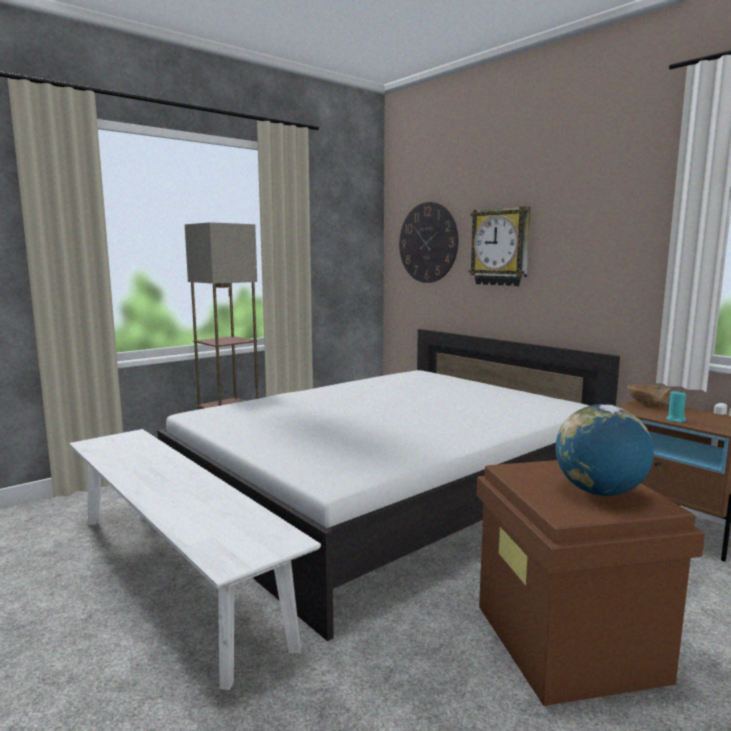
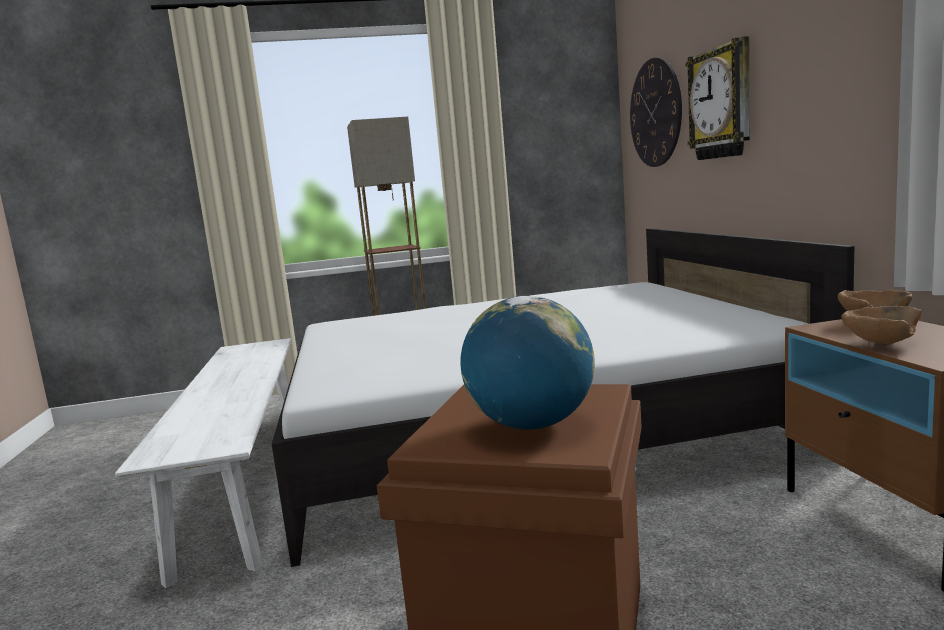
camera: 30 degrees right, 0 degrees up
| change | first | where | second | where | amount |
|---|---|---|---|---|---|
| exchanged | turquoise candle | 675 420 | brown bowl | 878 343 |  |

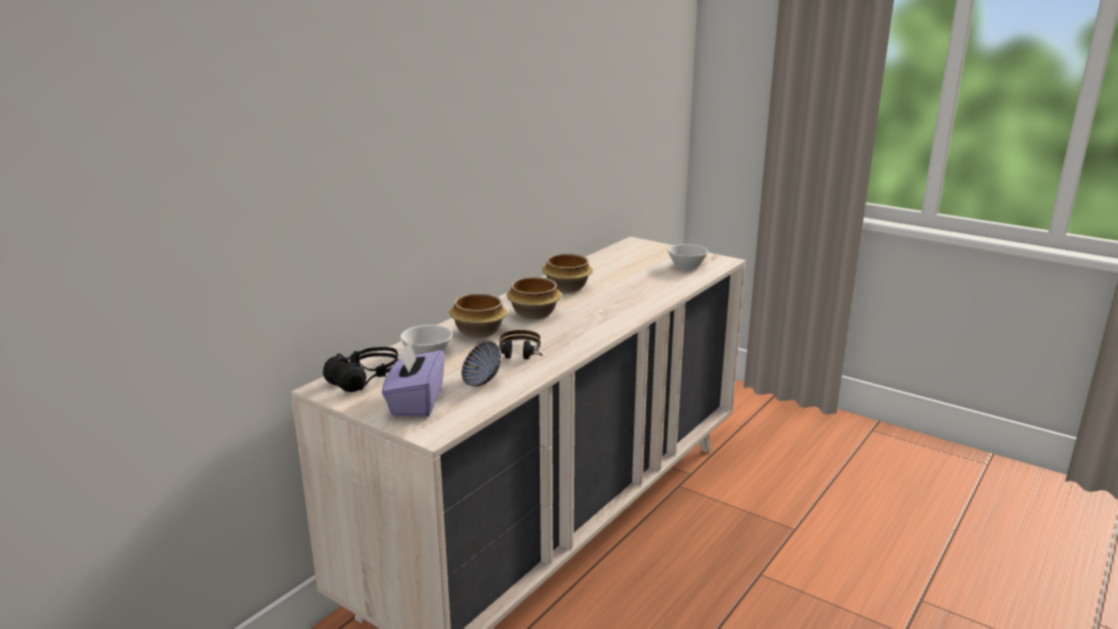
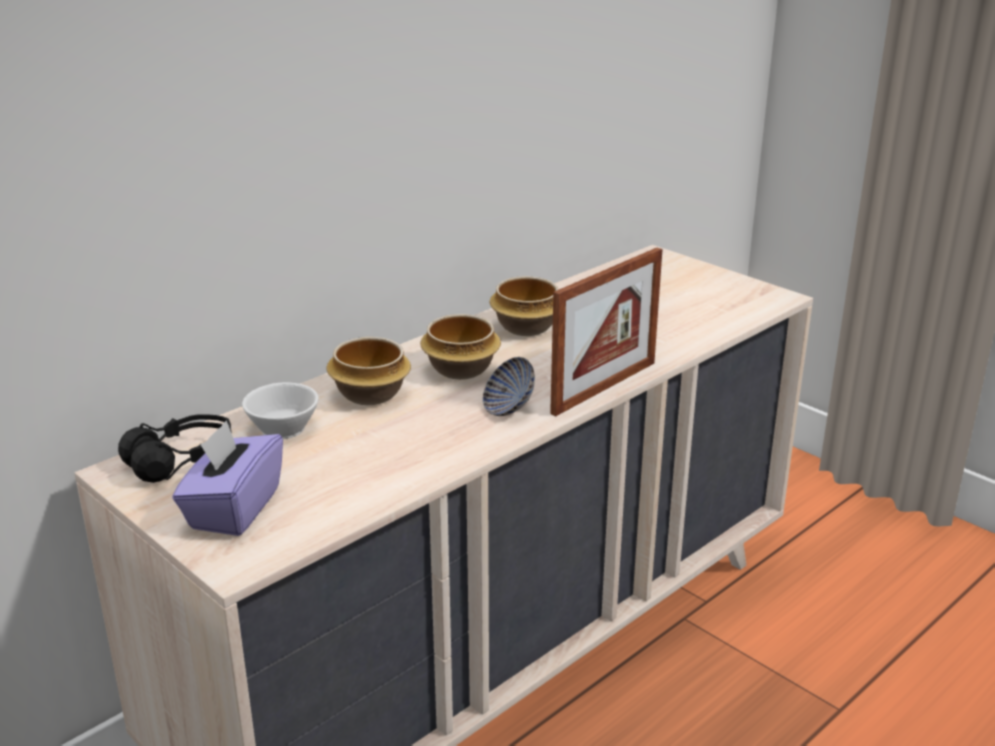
camera: 10 degrees right, 5 degrees up
| change | first | where | second | where | amount |
|---|---|---|---|---|---|
| relocated | bowl | 482 381 |  | 508 408 |  |
| appeared |  |  | picture frame | 604 387 |  |
| missing | headphones | 521 357 |  |  |  |
| missing | white cup | 686 265 |  |  |  |

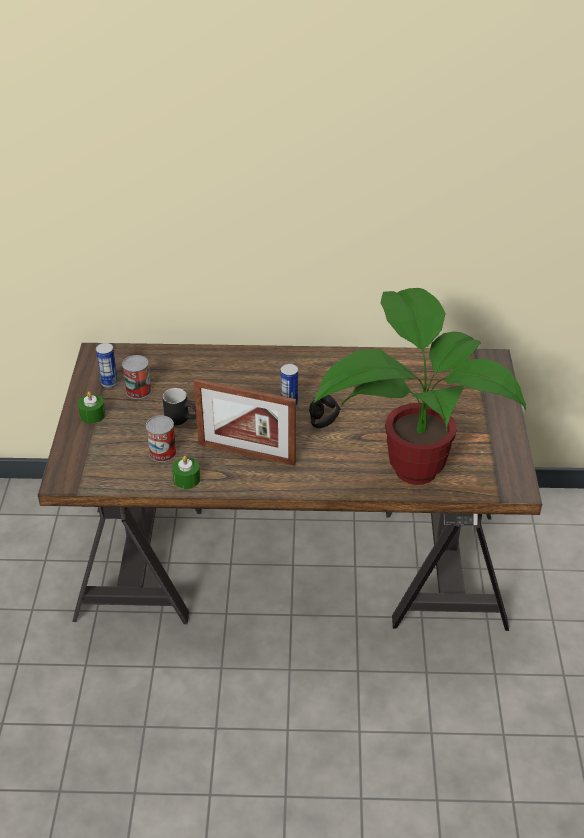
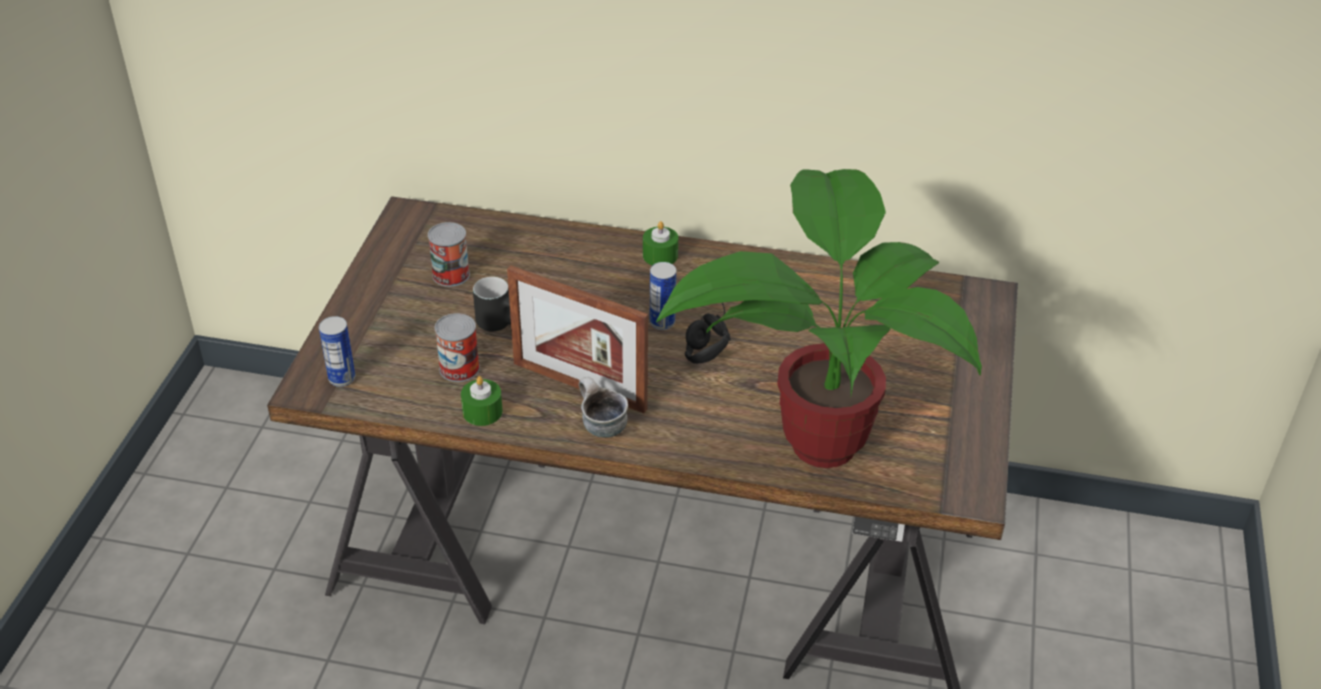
camera: 10 degrees right, 0 degrees up
| change | first | where | second | where | amount |
|---|---|---|---|---|---|
| relocated | can | 109 382 |  | 342 378 |  |
| appeared |  |  | mug | 599 425 |  |
| relocated | green candle | 92 415 |  | 660 255 |  |

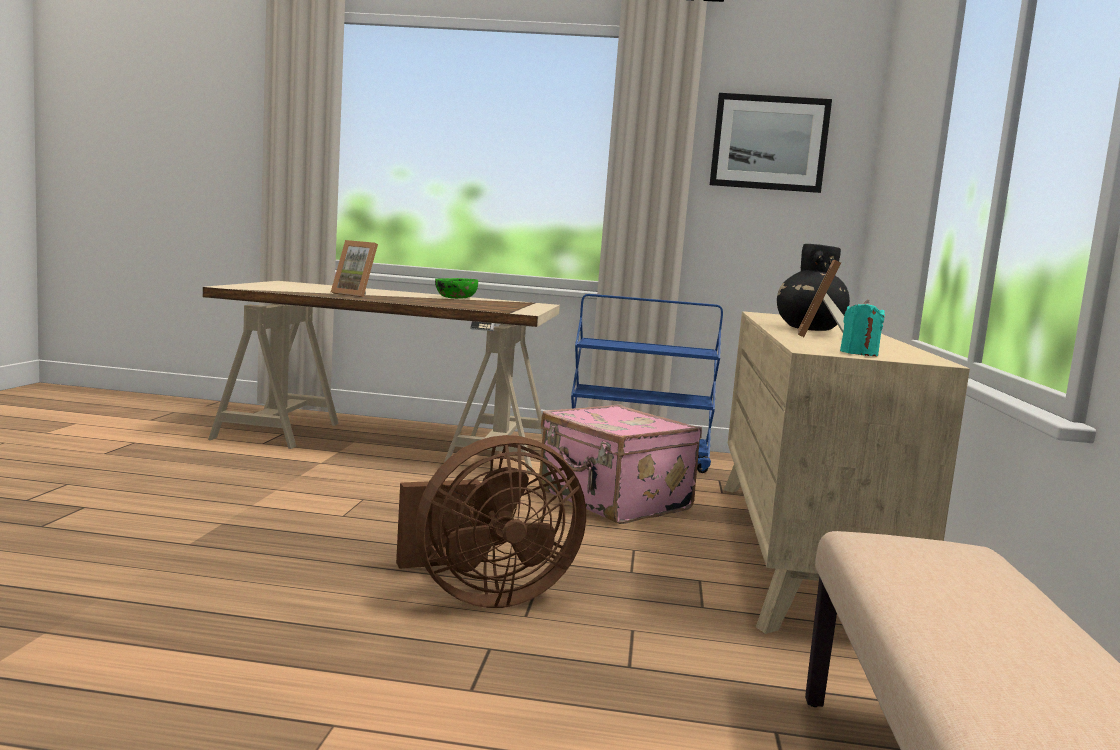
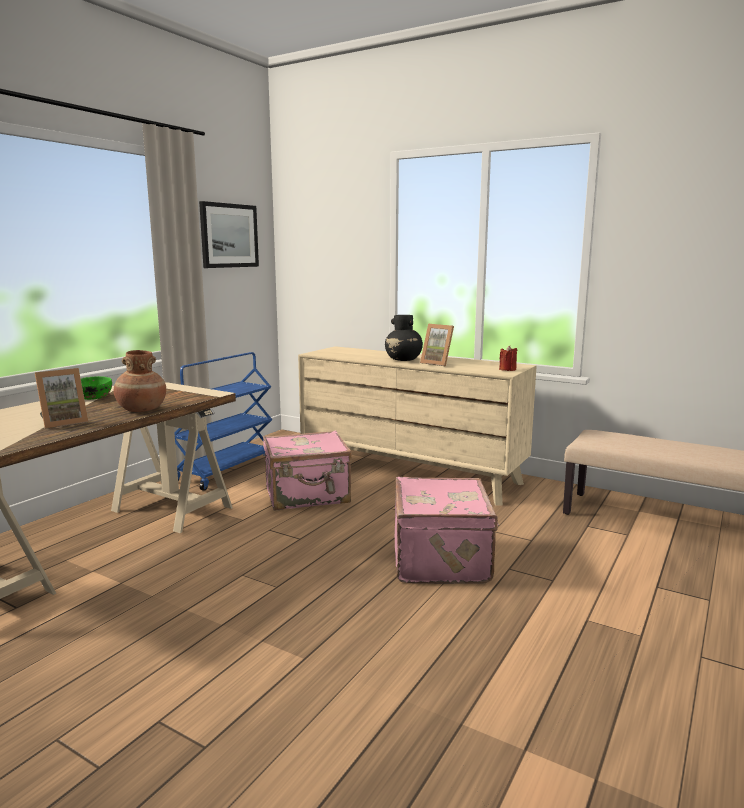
camera: 65 degrees left, 5 degrees up
| change | first | where | second | where | amount |
|---|---|---|---|---|---|
| appeared |  |  | brown vase | 141 409 |  |
| exchanged | brown fan | 484 596 | pink suitcase | 442 559 |  |
| colour | turquoise candle | 859 354 | red candle | 507 369 |  |

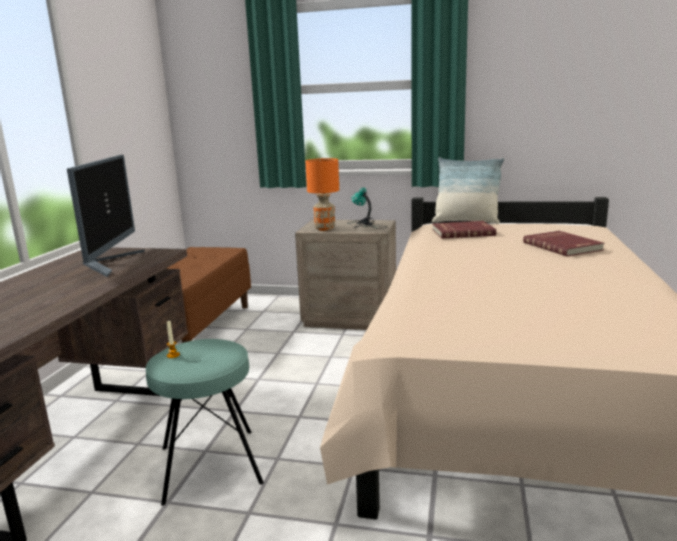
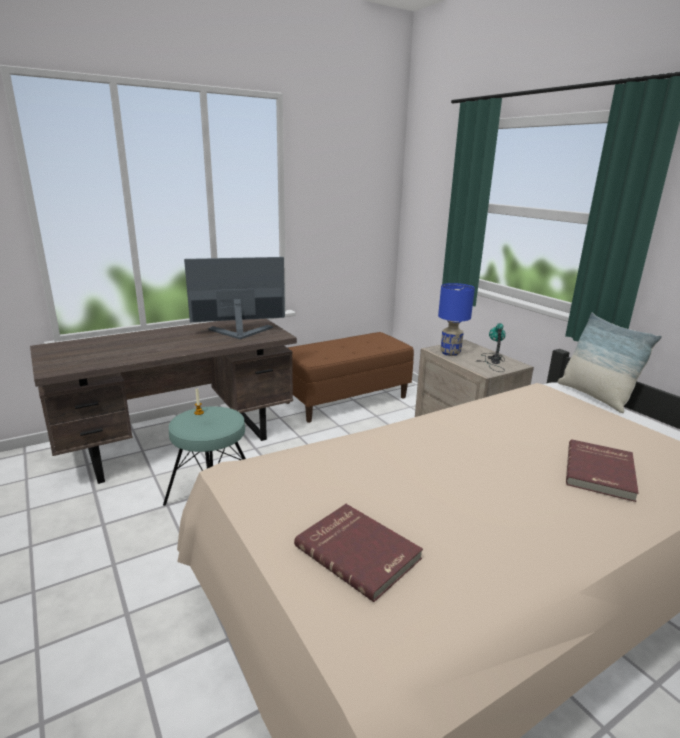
camera: 45 degrees right, 5 degrees up
| change | first | where | second | where | amount |
|---|---|---|---|---|---|
| spun | monitor | 110 263 |  | 239 333 | 150 degrees counterclockwise |
| relocated | red book | 462 232 |  | 359 551 |  |
| colour | orange table lamp | 325 229 | blue table lamp | 450 353 |  |

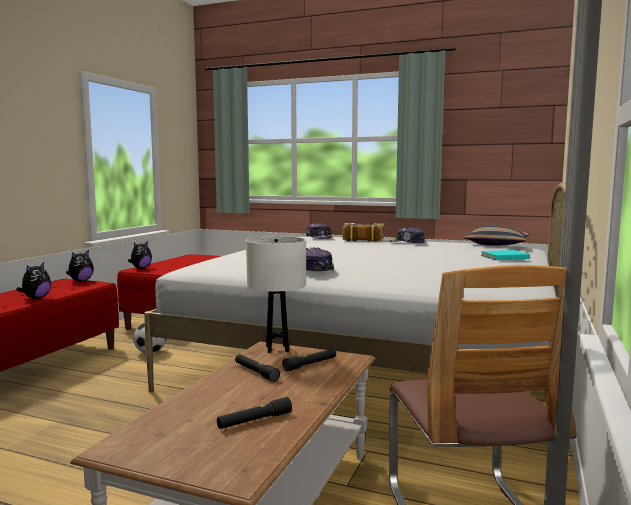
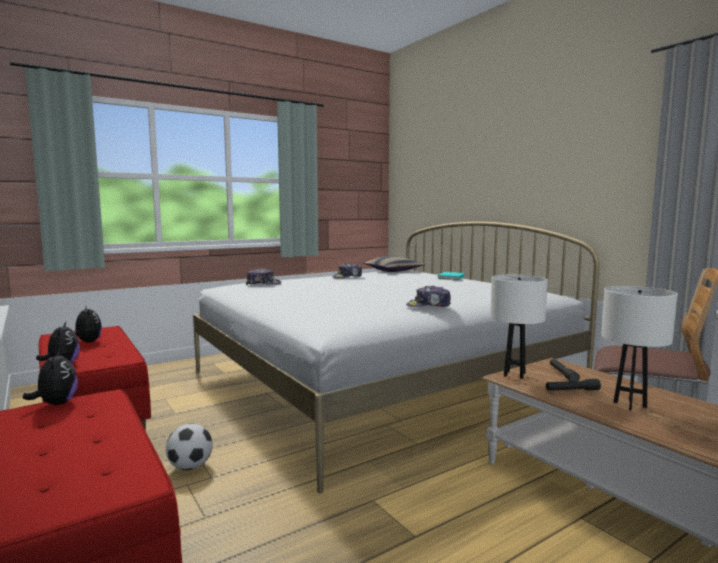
camera: 55 degrees left, 0 degrees up
| change | first | where | second | where | amount |
|---|---|---|---|---|---|
| relocated | plush toy | 36 298 |  | 87 342 |  |
| appeared |  |  | white table lamp | 629 404 |  |
| missing | black flashlight | 254 421 |  |  |  |
| missing | book | 362 239 |  |  |  |

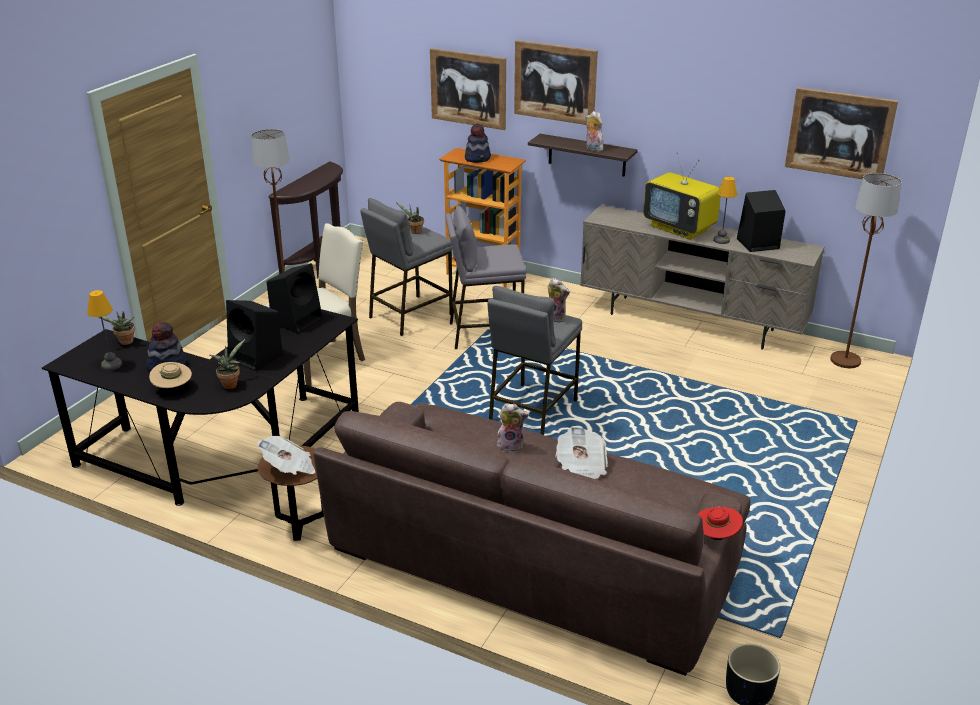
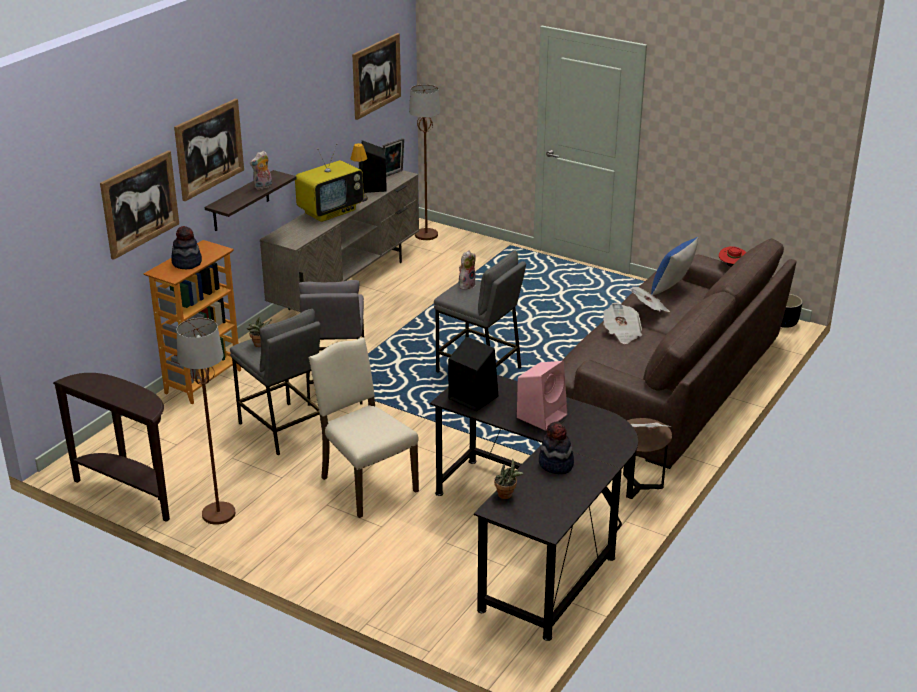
camera: 85 degrees left, 0 degrees up
| change | first | where | second | where | amount |
|---|---|---|---|---|---|
| appeared |  |  | picture frame | 393 174 |  |
| colour | black speaker | 257 357 | pink speaker | 542 415 |  |
| exchanged | plush toy | 511 445 | newspaper | 622 333 |  |
| appeared |  |  | blue pillow | 672 289 |  |
| missing | table lamp | 111 365 |  |  |  |
| missing | beige hat | 173 388 |  |  |  |
| missing | potted plant | 230 384 |  |  |  |

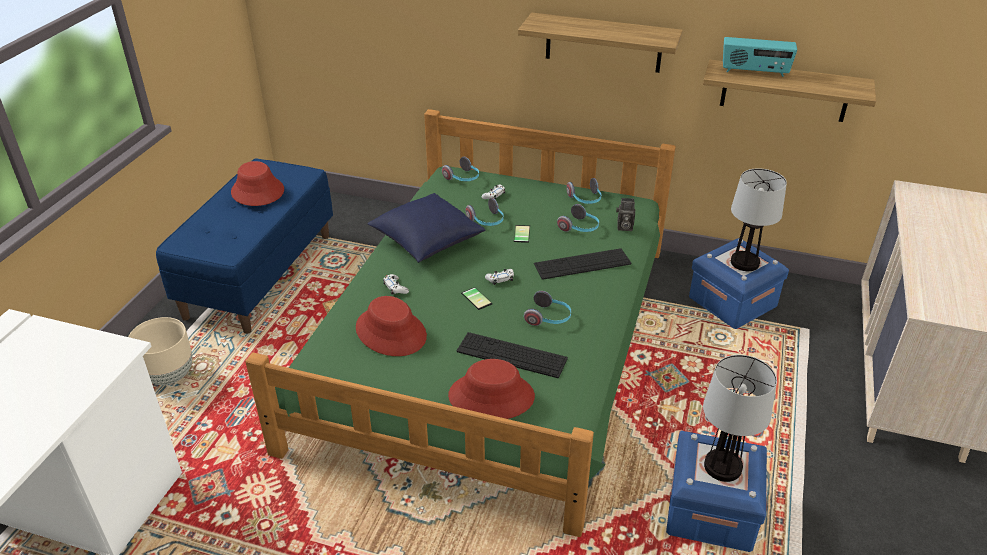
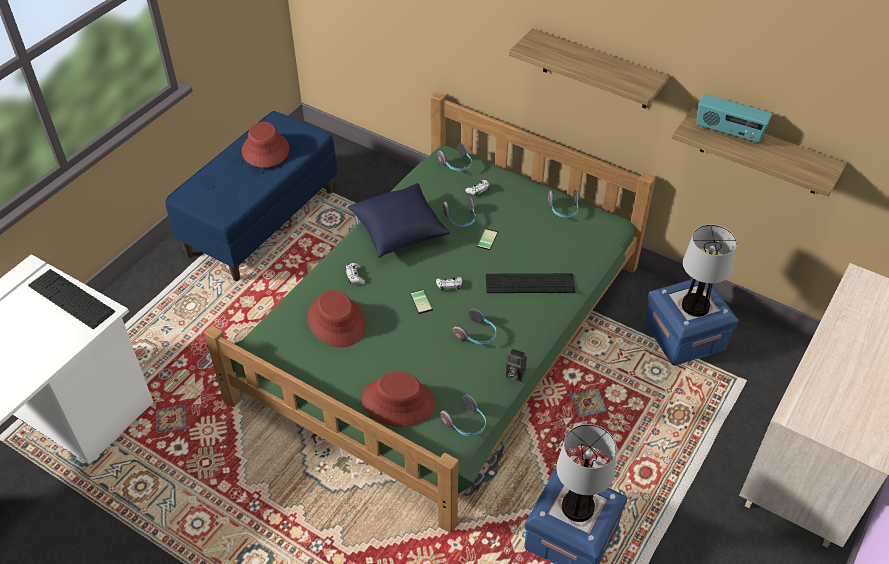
camera: 15 degrees right, 10 degrees up
| change | first | where | second | where | amount |
|---|---|---|---|---|---|
| relocated | keyboard | 511 355 |  | 71 298 |  |
| relocated | headphones | 580 228 |  | 466 423 |  |
| relocated | photo camera | 623 227 |  | 514 374 |  |
| missing | beige planter | 168 375 |  |  |  |

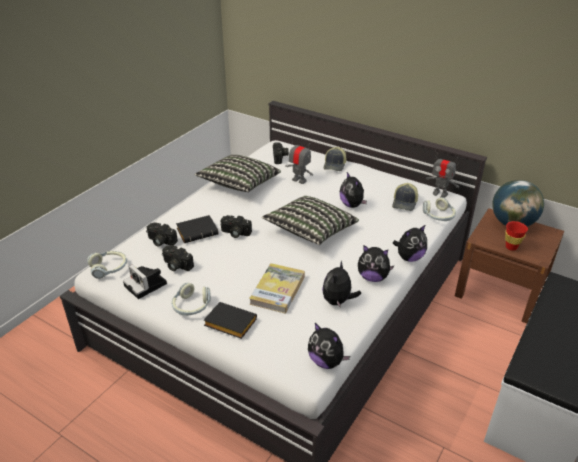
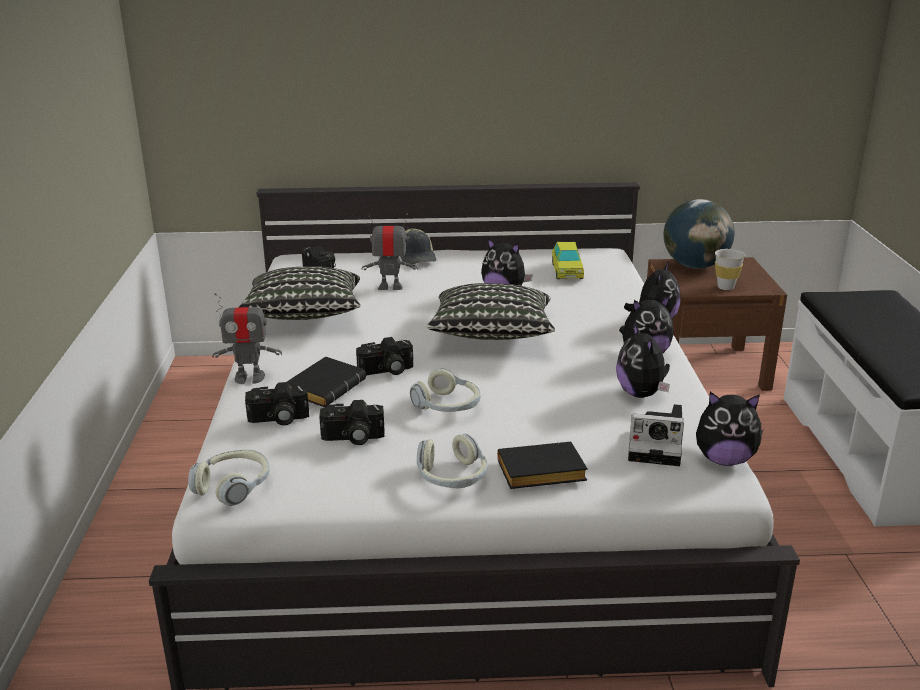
camera: 35 degrees left, 10 degrees down
| change | first | where | second | where | amount |
|---|---|---|---|---|---|
| relocated | toy robot | 440 193 |  | 249 378 |  |
| relocated | headphones | 438 216 |  | 447 406 |  |
| exchanged | cap | 405 203 | toy car | 567 271 |  |
| relocated | photo camera | 147 285 |  | 657 446 |  |
| colour | red cup | 511 247 | white cup | 725 287 |  |
| missing | book | 277 290 |  |  |  |

